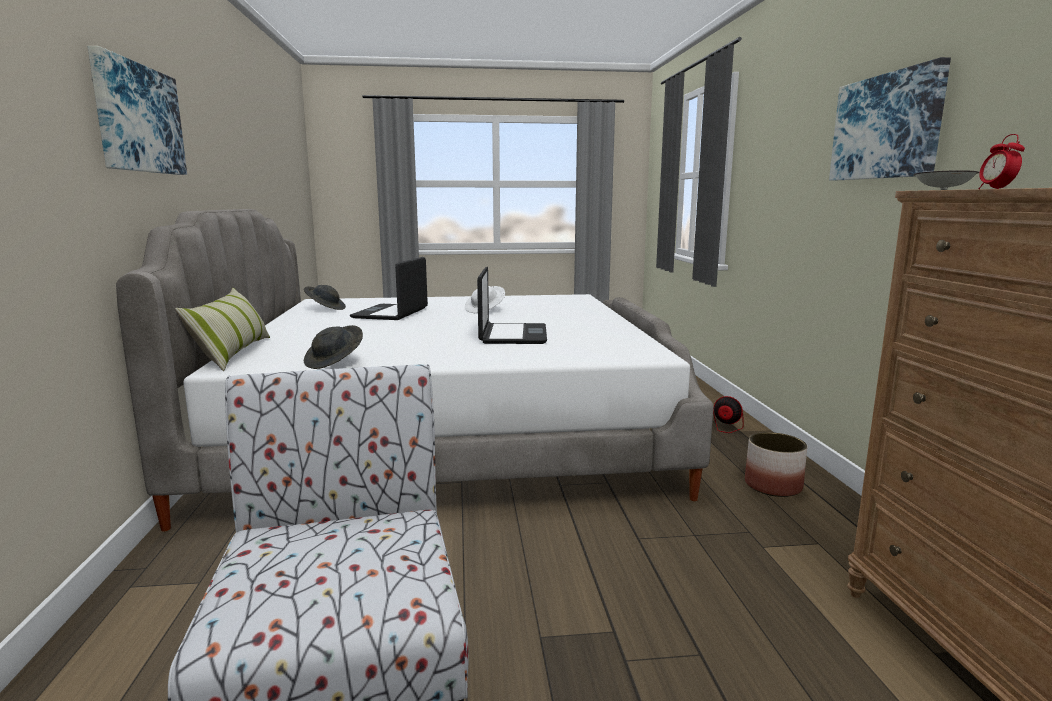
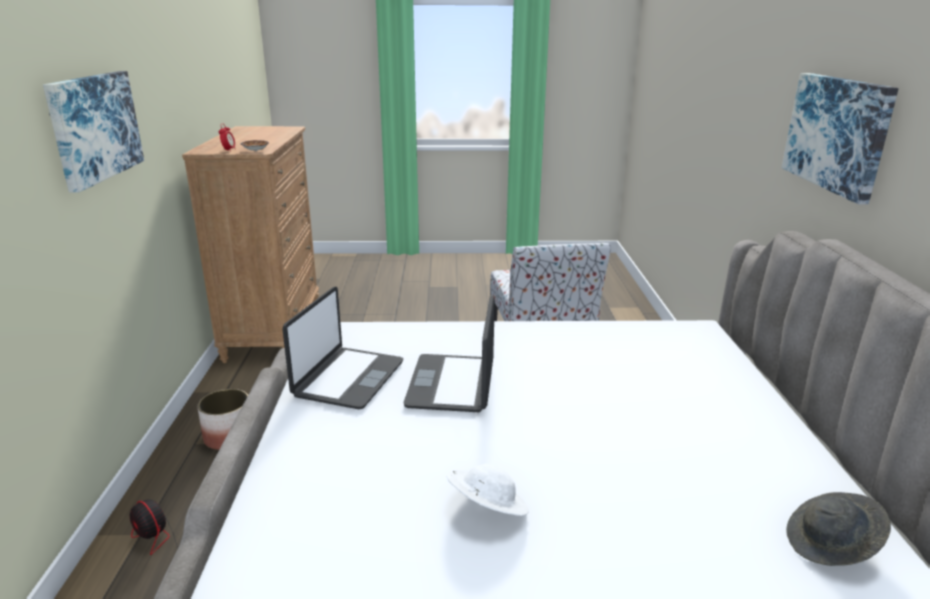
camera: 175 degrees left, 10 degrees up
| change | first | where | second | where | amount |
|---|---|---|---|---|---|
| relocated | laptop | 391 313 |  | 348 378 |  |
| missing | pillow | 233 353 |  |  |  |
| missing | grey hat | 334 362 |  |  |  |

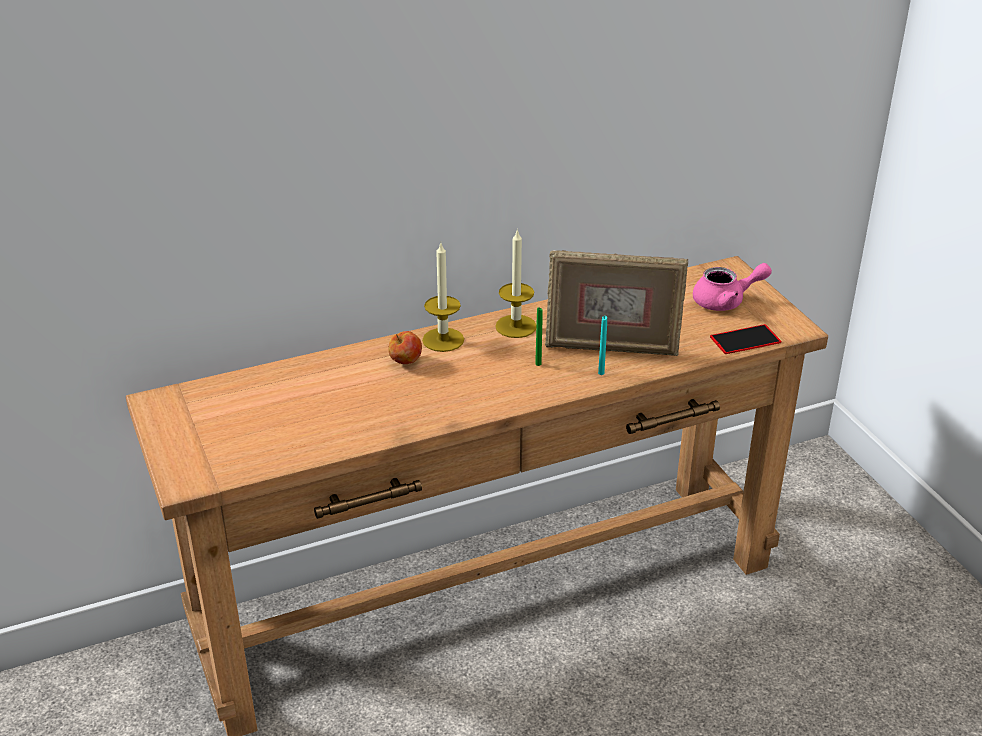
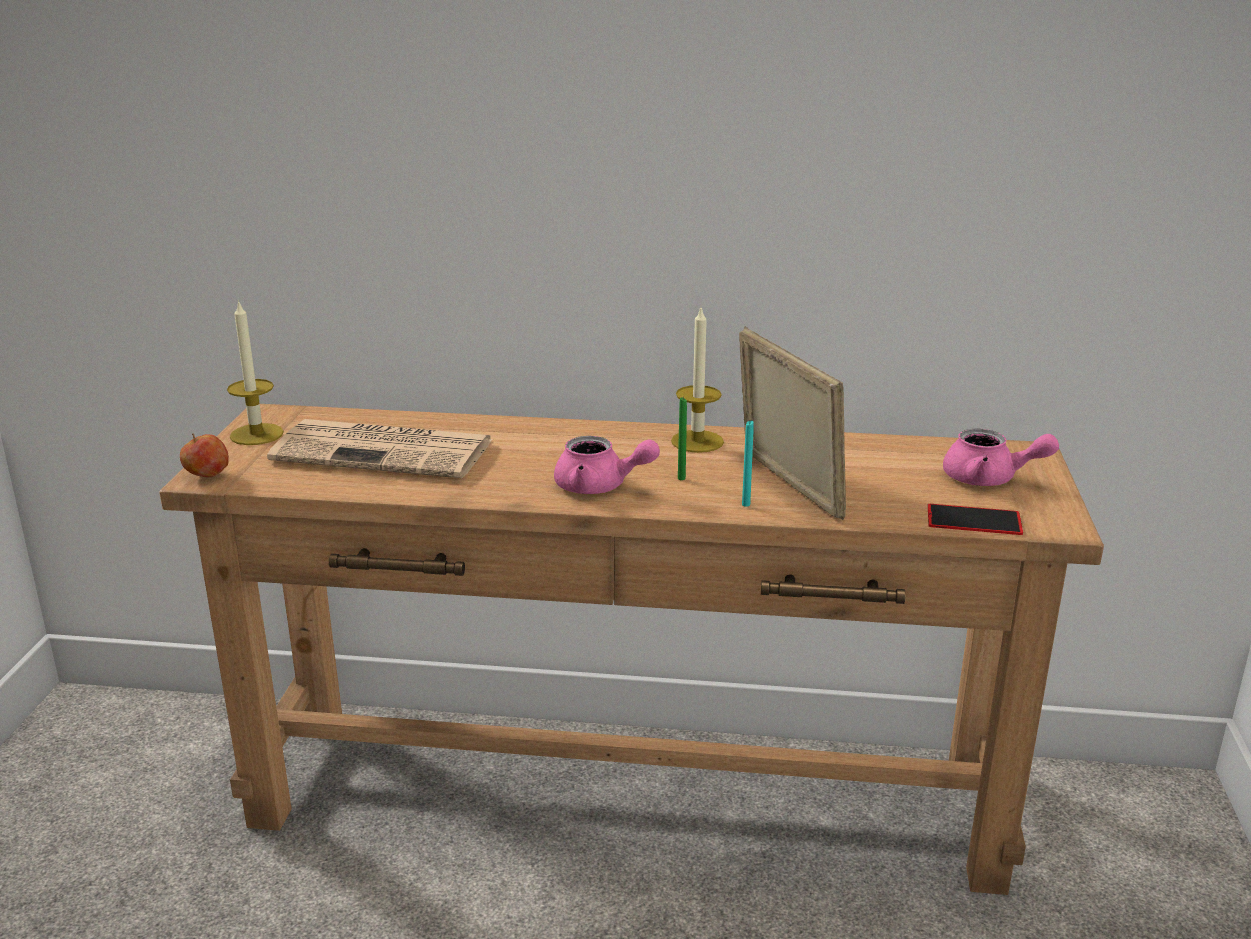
camera: 30 degrees right, 10 degrees down
| change | first | where | second | where | amount |
|---|---|---|---|---|---|
| relocated | apple | 406 362 |  | 207 476 |  |
| relocated | candle | 443 340 |  | 256 434 |  |
| appeared |  |  | newspaper | 387 451 |  |
| appeared |  |  | pink teapot | 600 486 |  |
| spun | picture frame | 611 348 |  | 787 486 | 150 degrees counterclockwise |

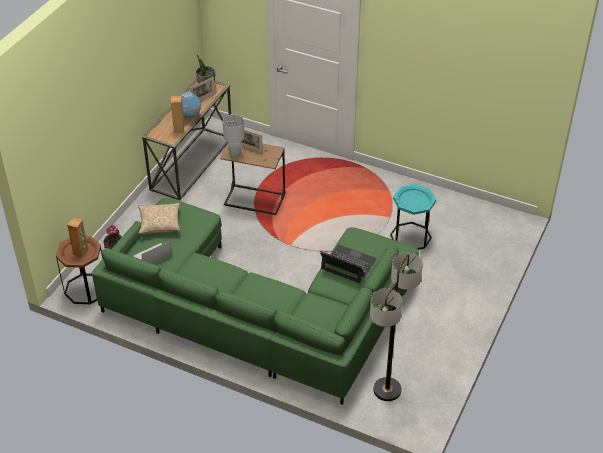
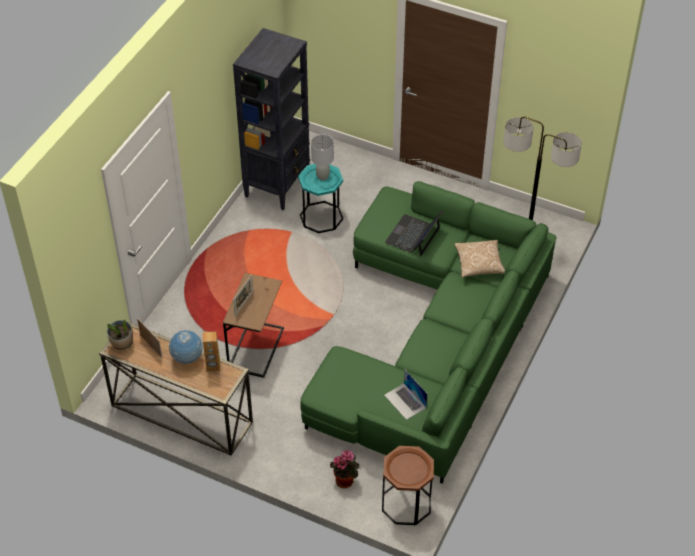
camera: 90 degrees left, 5 degrees up
| change | first | where | second | where | amount |
|---|---|---|---|---|---|
| appeared |  |  | black bookcase | 277 185 |  |
| relocated | grey table lamp | 235 155 |  | 323 176 |  |
| relocated | pillow | 160 224 |  | 479 264 |  |
| missing | brown speaker | 81 252 |  |  |  |

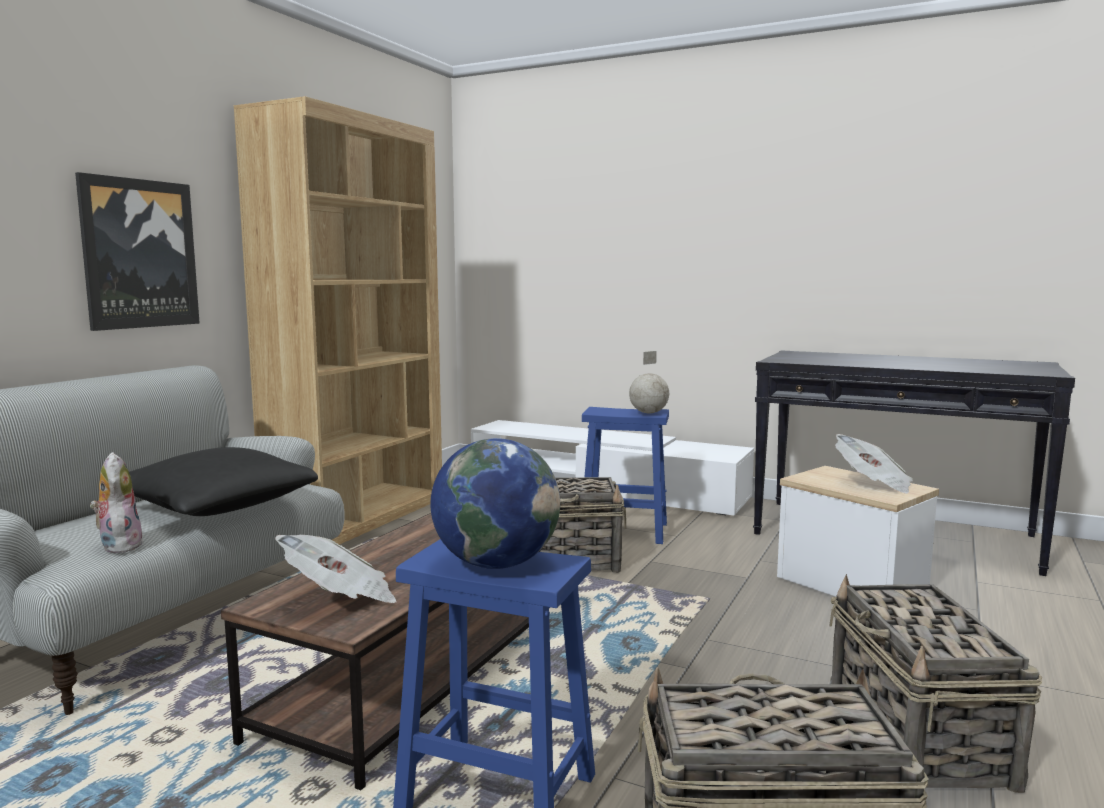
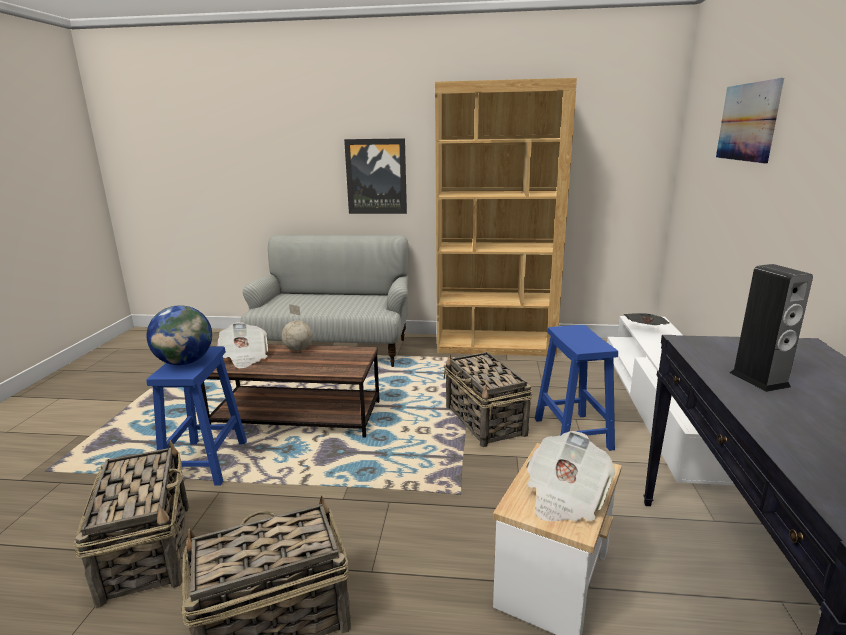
camera: 70 degrees right, 10 degrees up
| change | first | where | second | where | amount |
|---|---|---|---|---|---|
| relocated | globe | 648 413 |  | 298 349 |  |
| appeared |  |  | newspaper | 645 330 |  |
| appeared |  |  | picture | 747 122 |  |
| appeared |  |  | speaker | 759 379 |  |
| missing | plush toy | 118 545 |  |  |  |
| missing | black pillow | 217 507 |  |  |  |

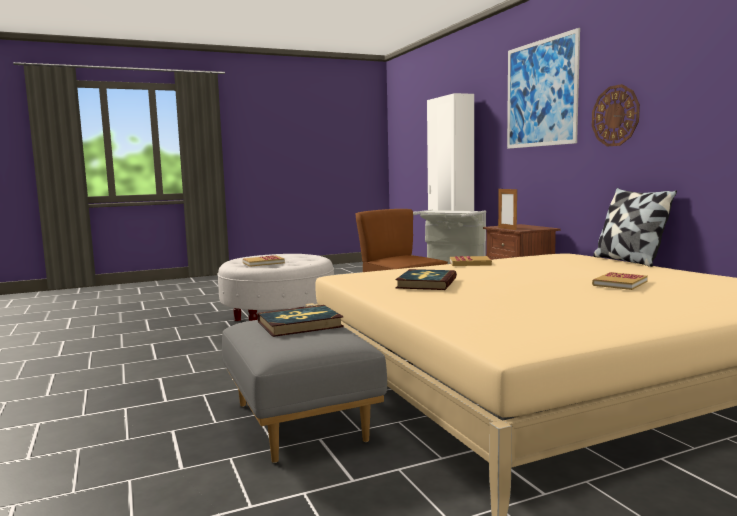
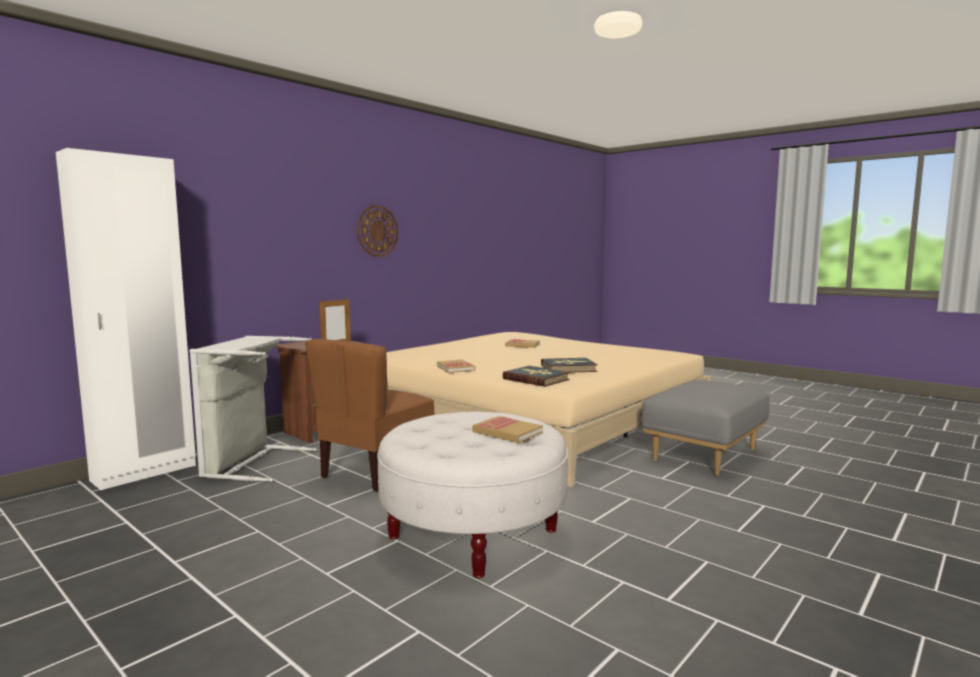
camera: 115 degrees left, 0 degrees up
| change | first | where | second | where | amount |
|---|---|---|---|---|---|
| relocated | book | 300 324 |  | 536 379 |  |
| missing | picture | 541 93 |  |  |  |
| missing | pillow | 628 261 |  |  |  |

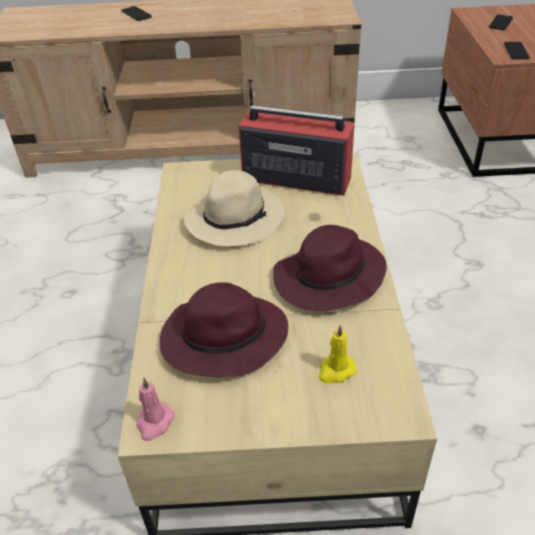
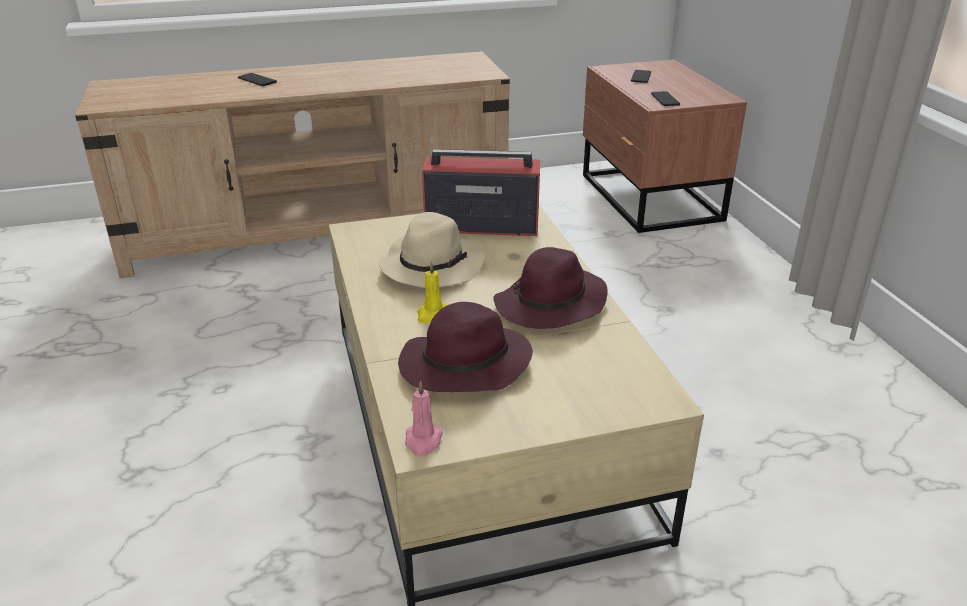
camera: 15 degrees left, 10 degrees down
| change | first | where | second | where | amount |
|---|---|---|---|---|---|
| relocated | yellow candle | 336 370 |  | 432 314 |  |

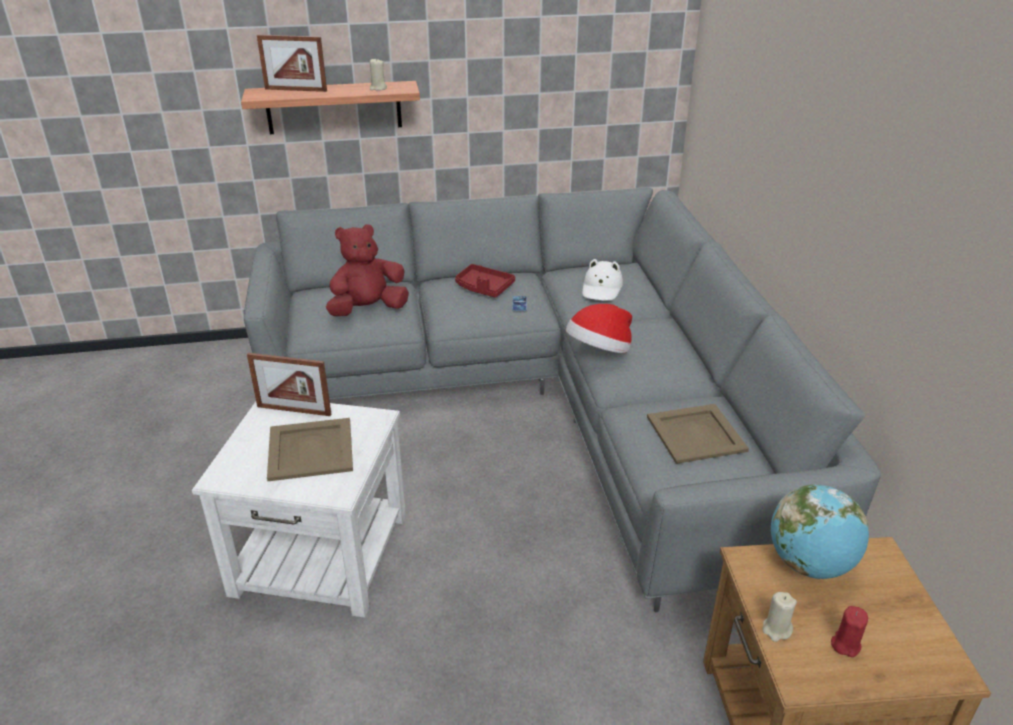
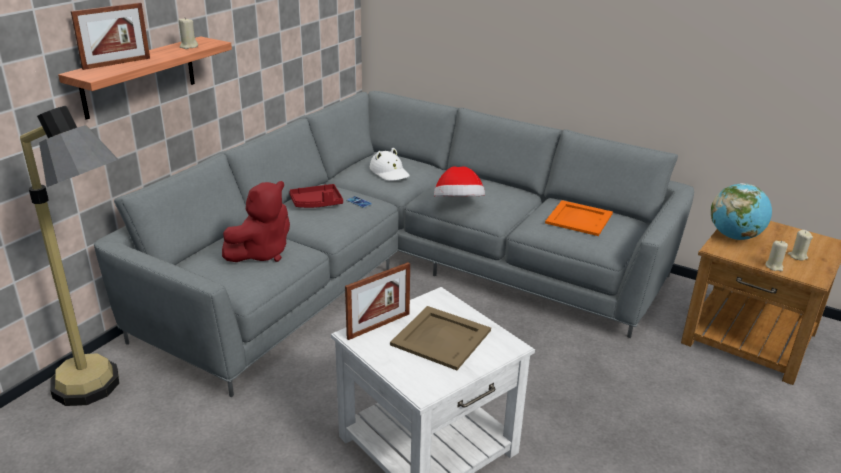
camera: 50 degrees left, 5 degrees down
| change | first | where | second | where | amount |
|---|---|---|---|---|---|
| appeared |  |  | floor lamp | 106 395 |  |
| spun | red plush toy | 368 309 |  | 261 253 | 150 degrees counterclockwise |
| colour | beige tray | 695 433 | orange tray | 578 218 |  |
| colour | red candle | 845 644 | beige candle | 797 256 |  |

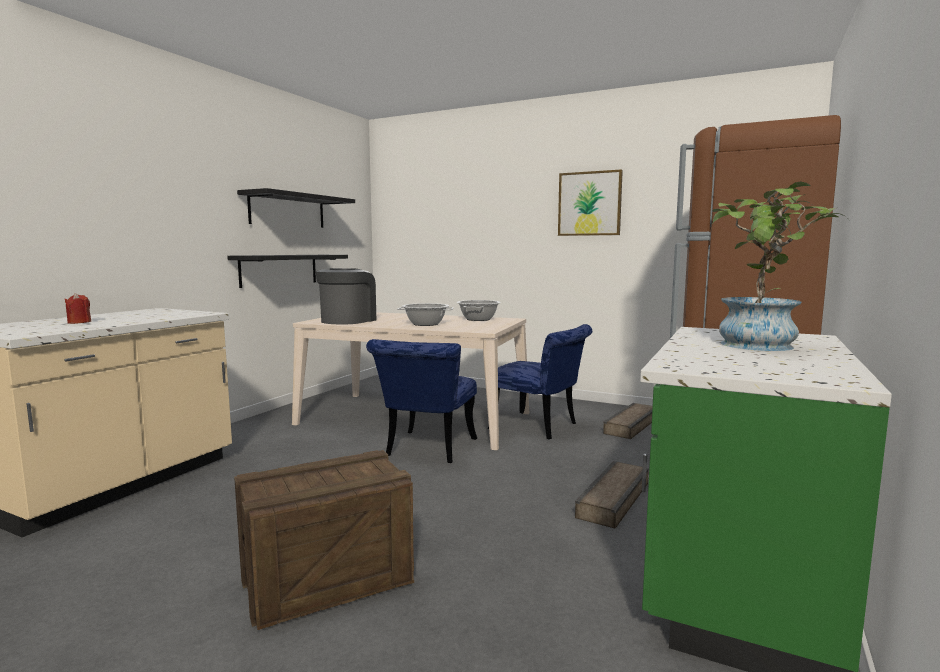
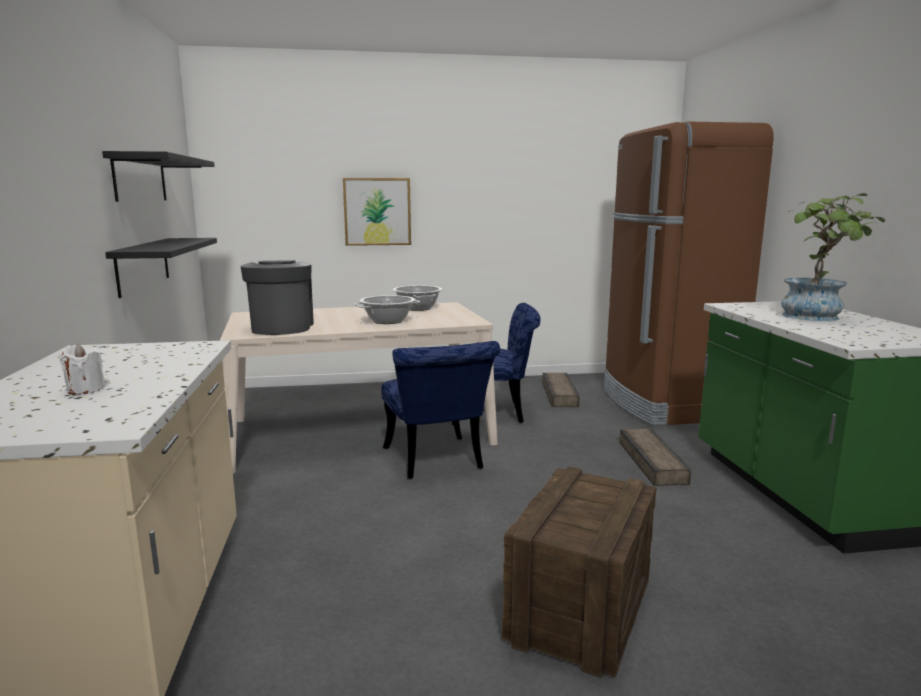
camera: 35 degrees left, 5 degrees up
| change | first | where | second | where | amount |
|---|---|---|---|---|---|
| colour | red candle | 79 322 | white candle | 85 389 |  |
| relocated | picture | 589 203 |  | 377 211 |  |

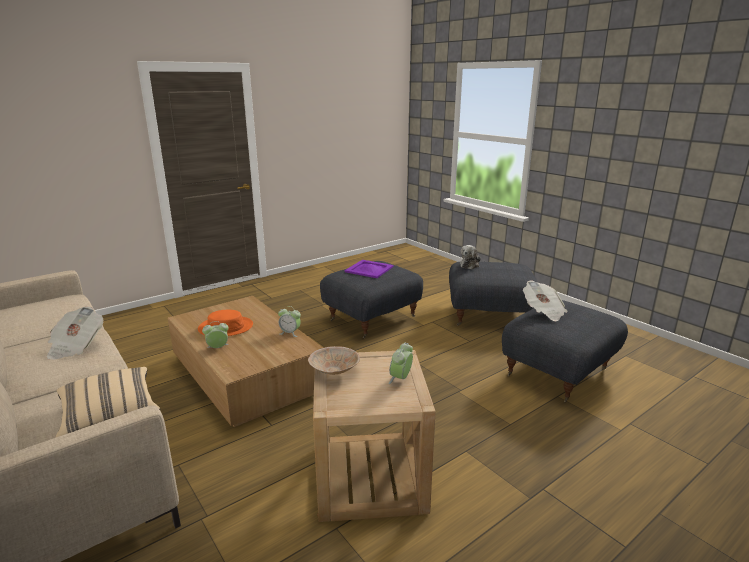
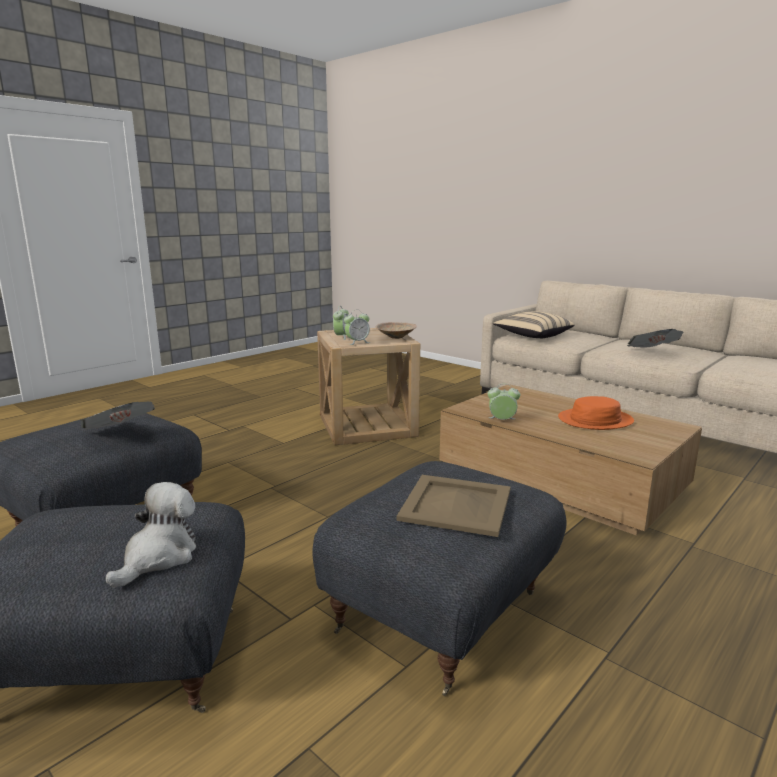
camera: 170 degrees right, 5 degrees down
| change | first | where | second | where | amount |
|---|---|---|---|---|---|
| relocated | alarm clock | 218 348 |  | 357 342 |  |
| colour | purple tray | 369 269 | beige tray | 457 505 |  |

